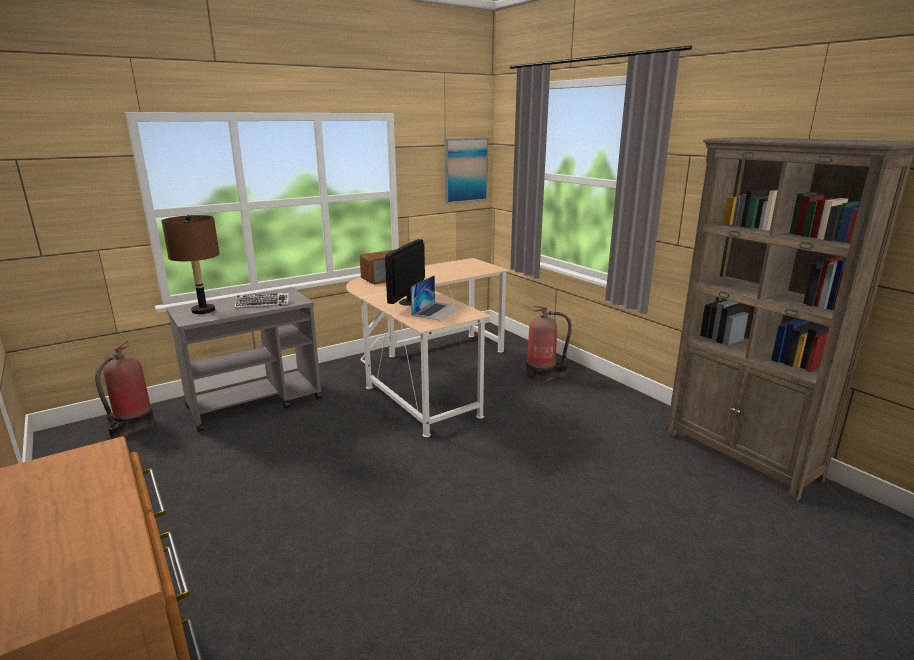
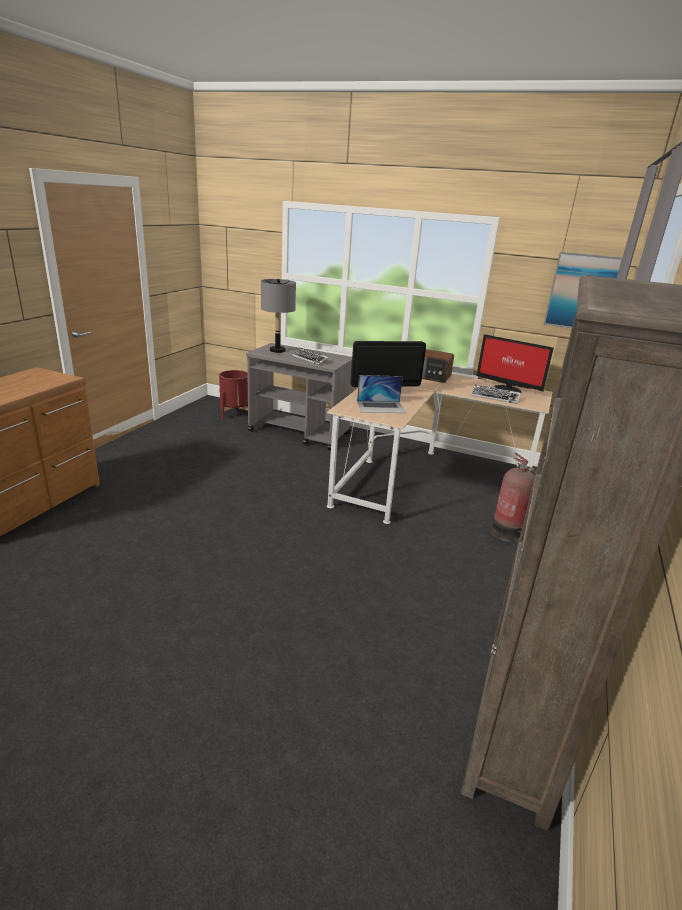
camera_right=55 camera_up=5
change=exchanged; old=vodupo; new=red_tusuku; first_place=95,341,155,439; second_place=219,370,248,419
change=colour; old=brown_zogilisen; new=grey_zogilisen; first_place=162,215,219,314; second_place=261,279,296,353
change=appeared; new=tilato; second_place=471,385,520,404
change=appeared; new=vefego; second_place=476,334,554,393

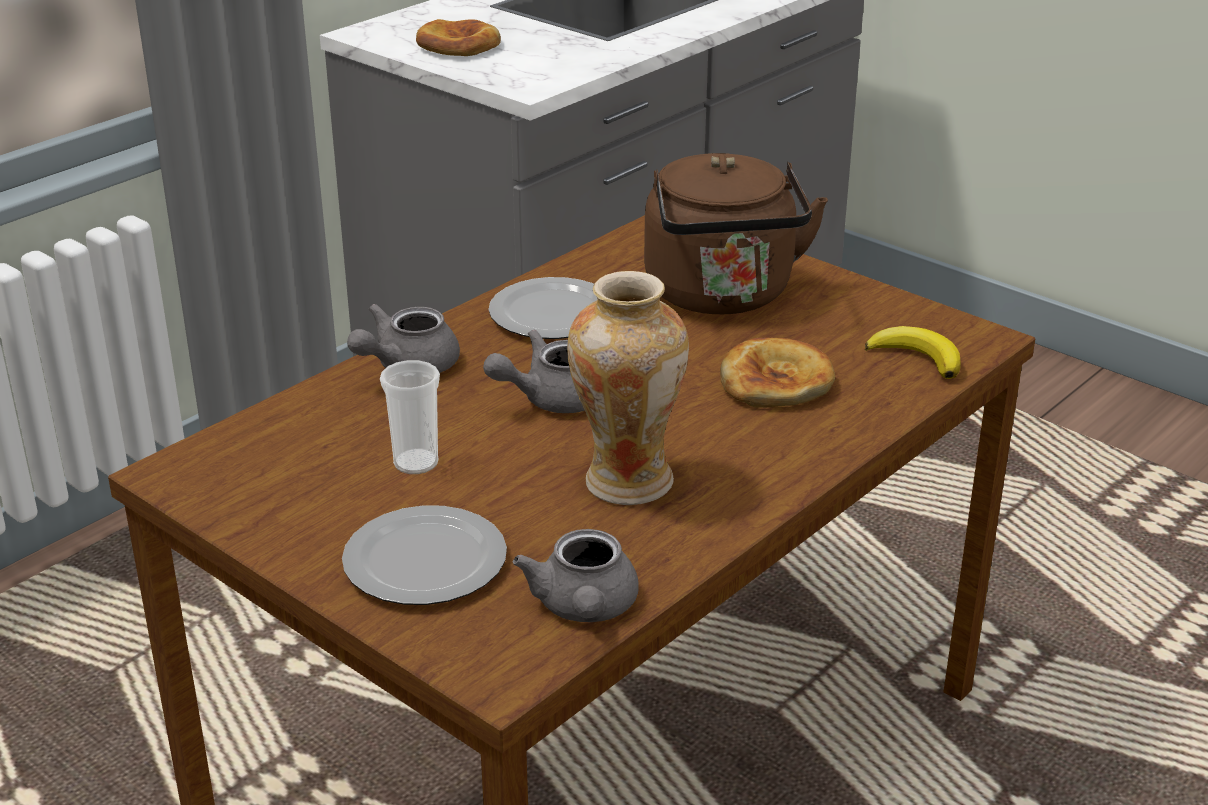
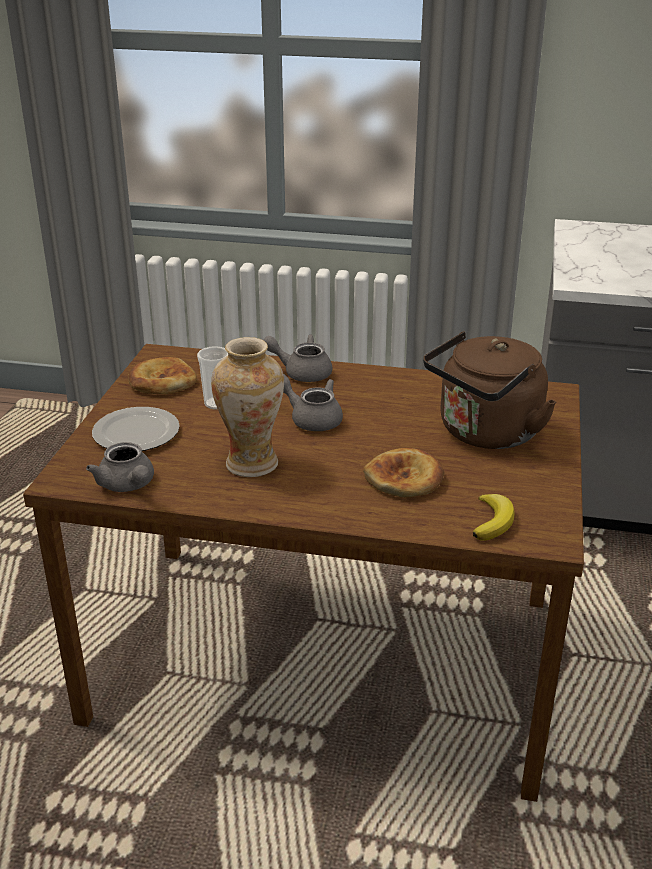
camera_right=60 camera_up=0
change=relocated; old=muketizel; first_place=416,19,501,56; second_place=128,357,197,394
change=missing; old=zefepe; first_place=488,277,597,339
change=spun; old=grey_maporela; first_place=513,529,639,622; second_place=86,442,154,492; degrees=-90

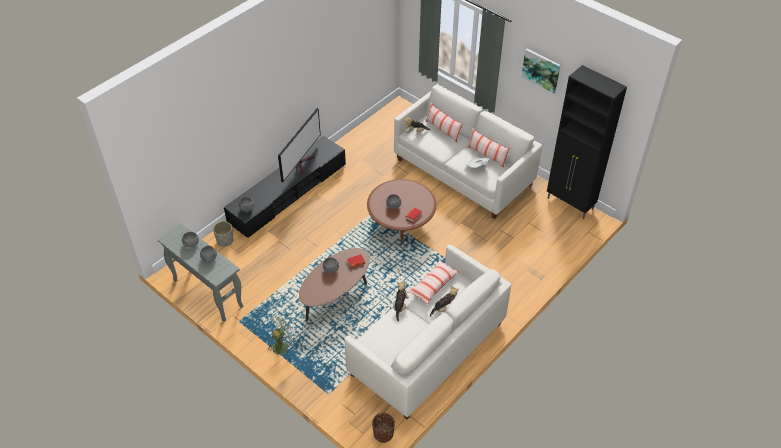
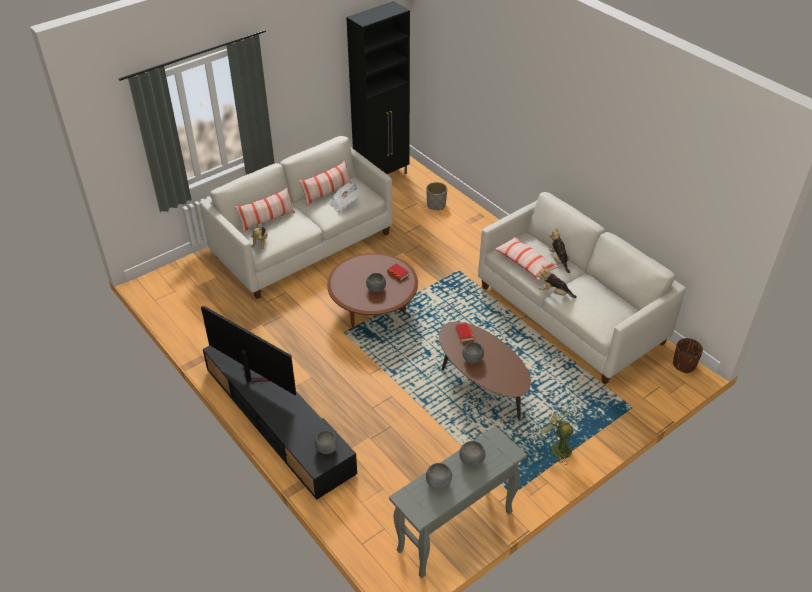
camera_right=-80 camera_up=-5
change=relocated; old=grey_tusuku; first_place=213,221,233,247; second_place=426,182,447,210
change=missing; old=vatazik; first_place=521,49,561,94

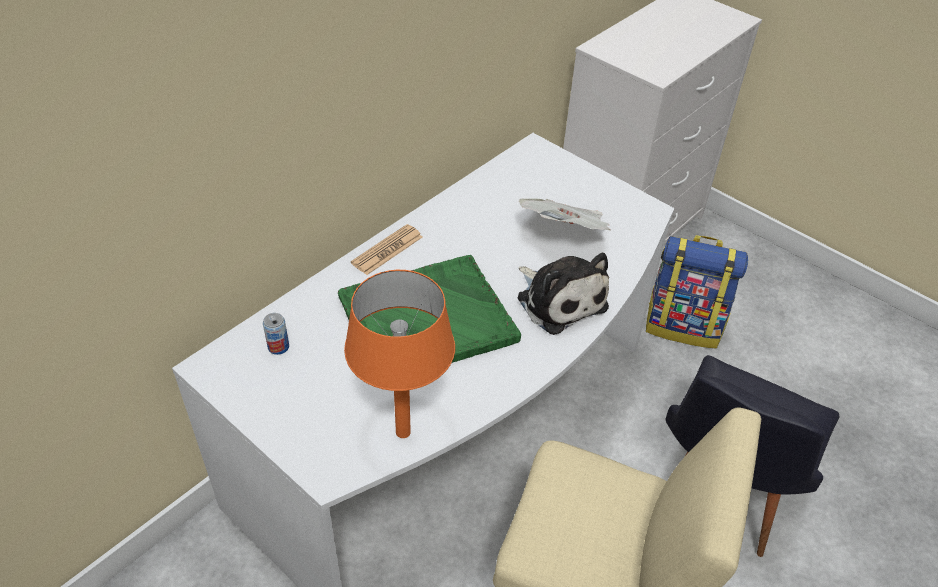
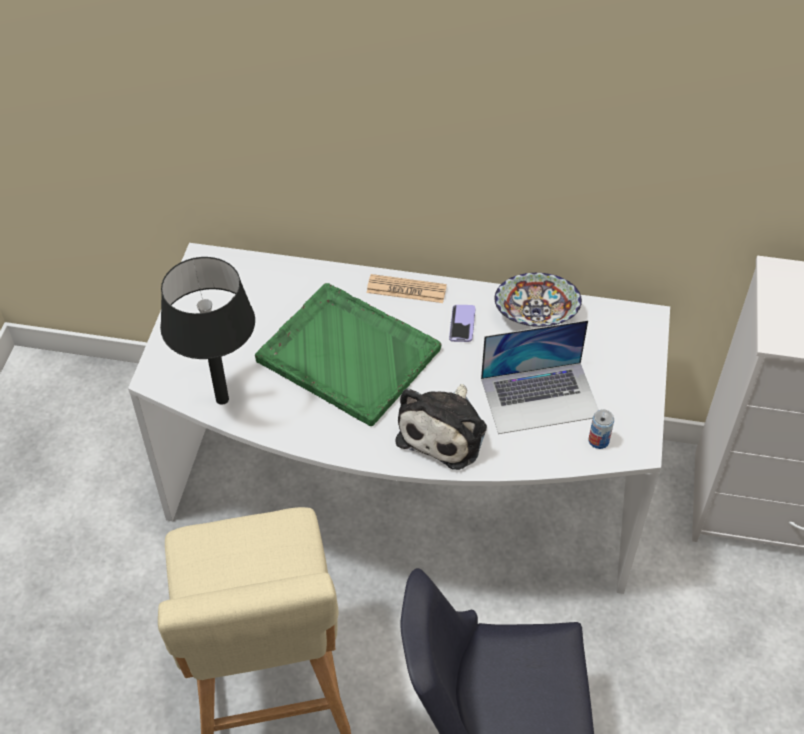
camera_right=60 camera_up=5
change=relocated; old=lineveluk; first_place=263,313,289,355; second_place=588,409,614,449
change=colour; old=orange_zogilisen; new=black_zogilisen; first_place=344,270,455,438; second_place=160,257,255,405
change=exchanged; old=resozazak; new=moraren; first_place=519,198,611,231; second_place=481,320,599,434
change=missing; old=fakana; first_place=646,235,748,348
change=appeared; new=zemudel; second_place=449,305,476,342
change=appeared; new=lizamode; second_place=494,273,582,327

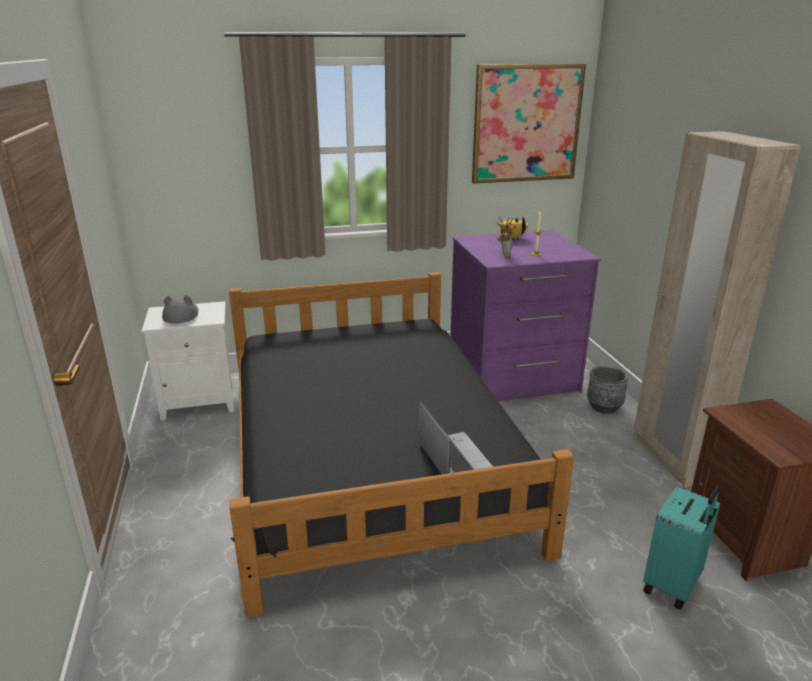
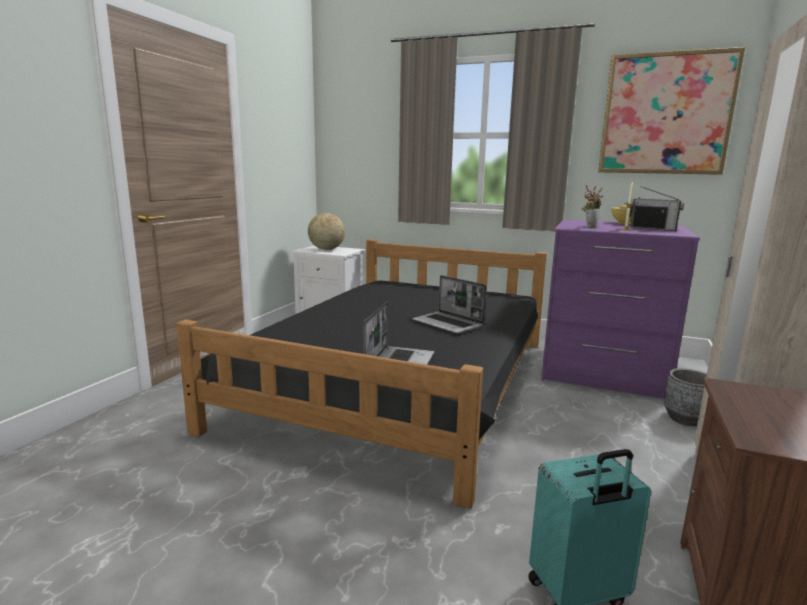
camera_right=35 camera_up=-10
change=exchanged; old=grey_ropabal; new=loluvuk; first_place=162,295,198,323; second_place=308,213,345,250
change=appeared; new=moraren; second_place=412,275,486,334
change=appeared; new=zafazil; second_place=630,186,684,231

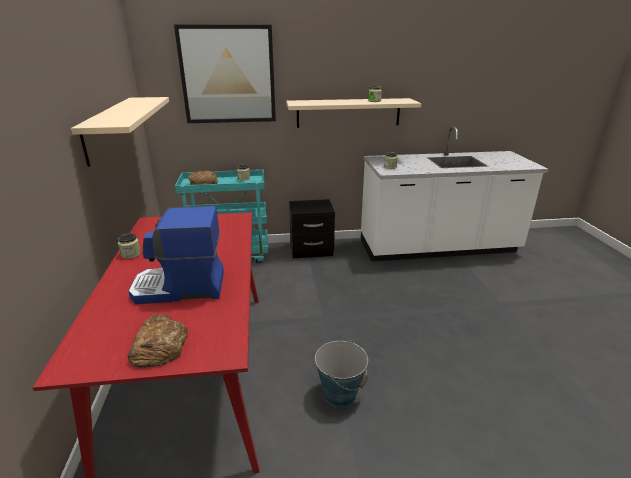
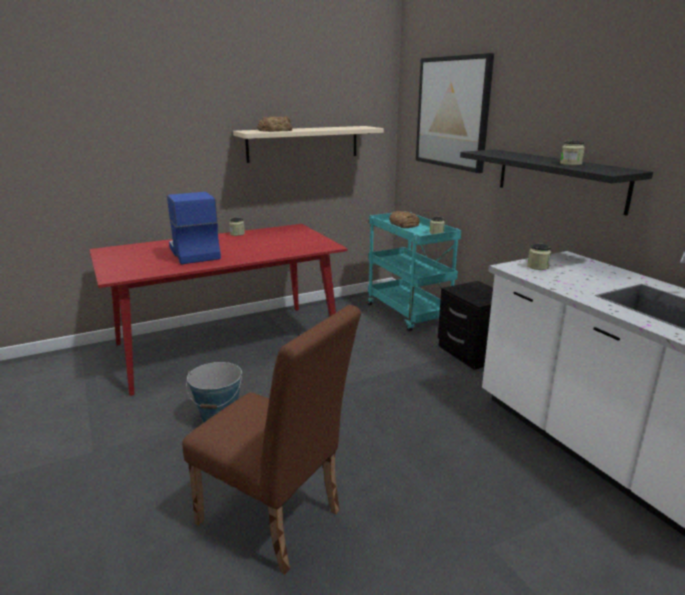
camera_right=70 camera_up=-5
change=relocated; old=muketizel; first_place=128,314,188,368; second_place=257,117,292,132
change=colour; old=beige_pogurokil; new=black_pogurokil; first_place=286,98,421,128; second_place=460,149,653,216
change=appeared; new=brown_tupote; second_place=182,305,361,574

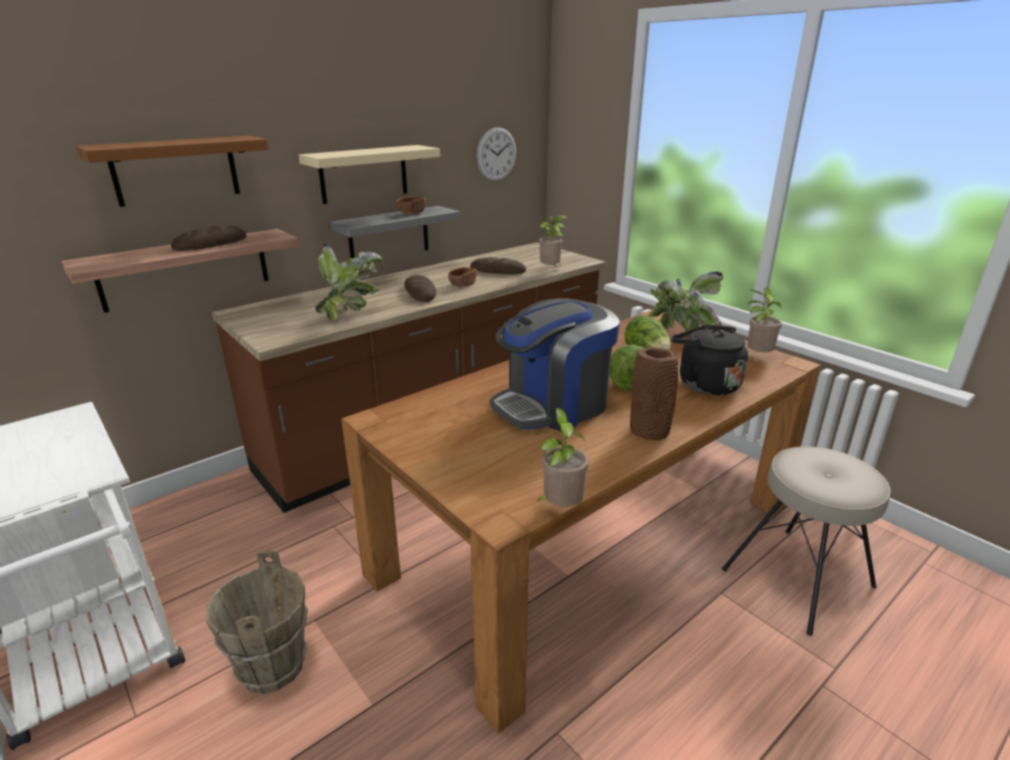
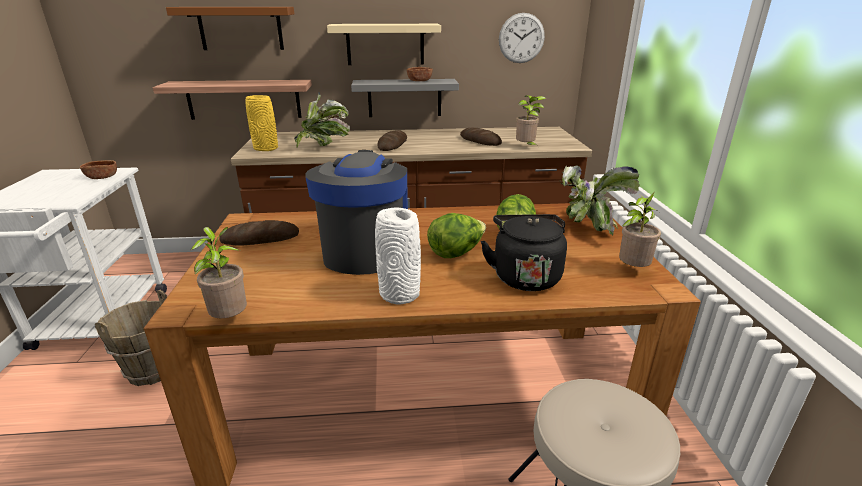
camera_right=35 camera_up=0
change=relocated; old=muketizel; first_place=171,226,247,251; second_place=219,220,299,246
change=relocated; old=brown_lizamode; first_place=448,267,477,287; second_place=80,160,117,179
change=spun; old=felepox; first_place=490,298,620,431; second_place=305,150,408,275; degrees=90
change=colour; old=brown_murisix; new=white_murisix; first_place=630,347,679,440; second_place=375,207,421,305
change=appeared; new=yellow_murisix; second_place=246,95,278,151

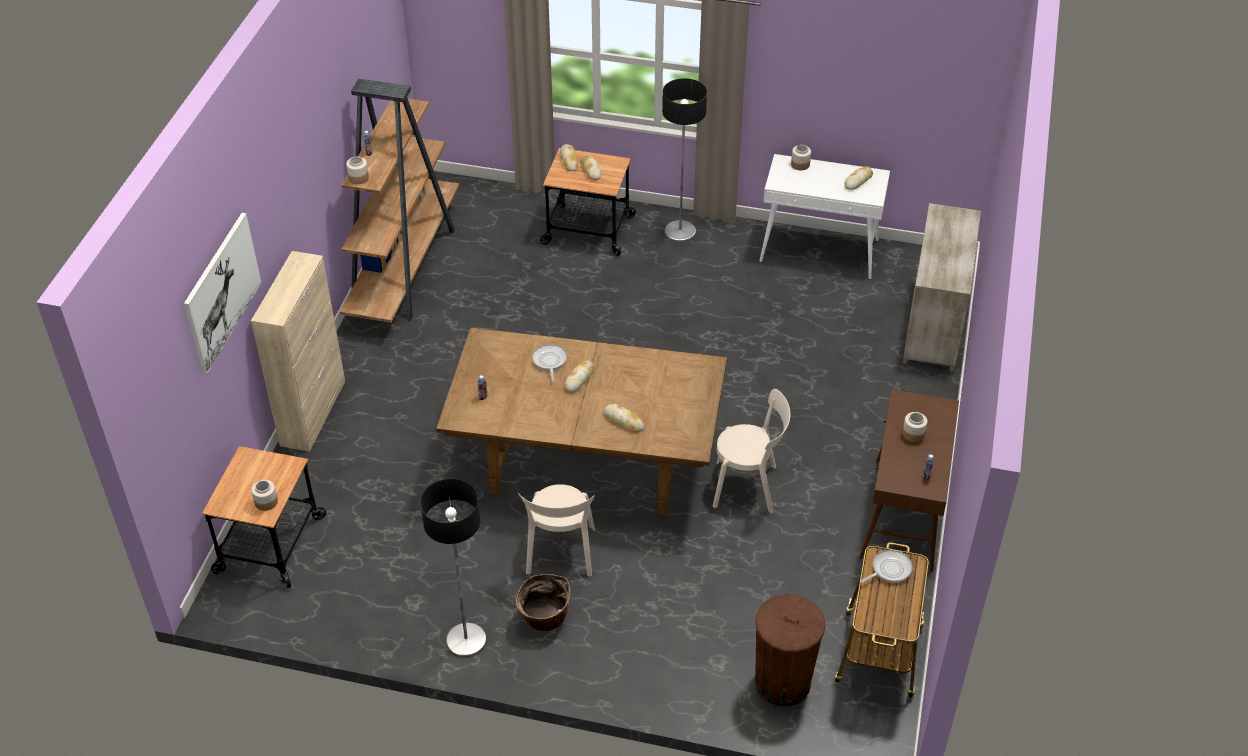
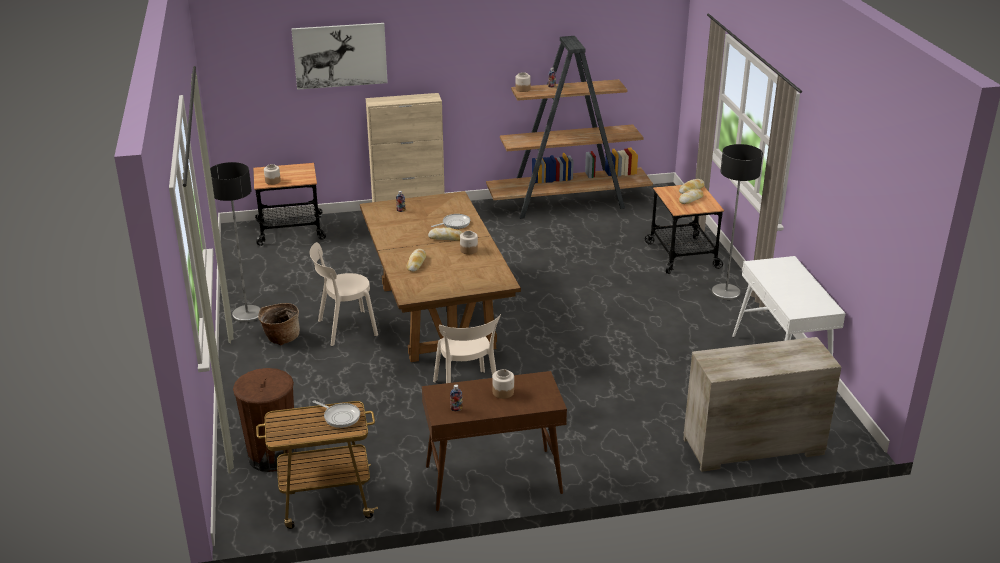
camera_right=65 camera_up=-15
change=relocated; old=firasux; first_place=791,145,811,170; second_place=460,231,478,254
change=missing; old=muketizel; first_place=845,166,873,190

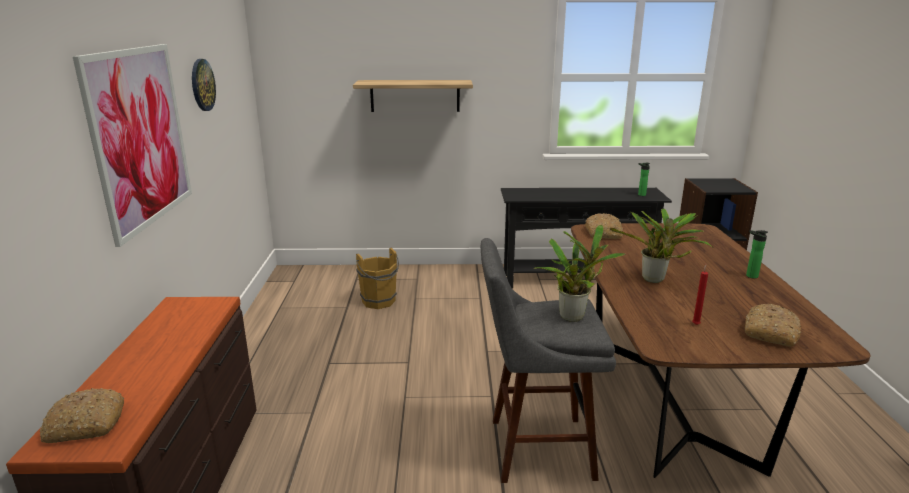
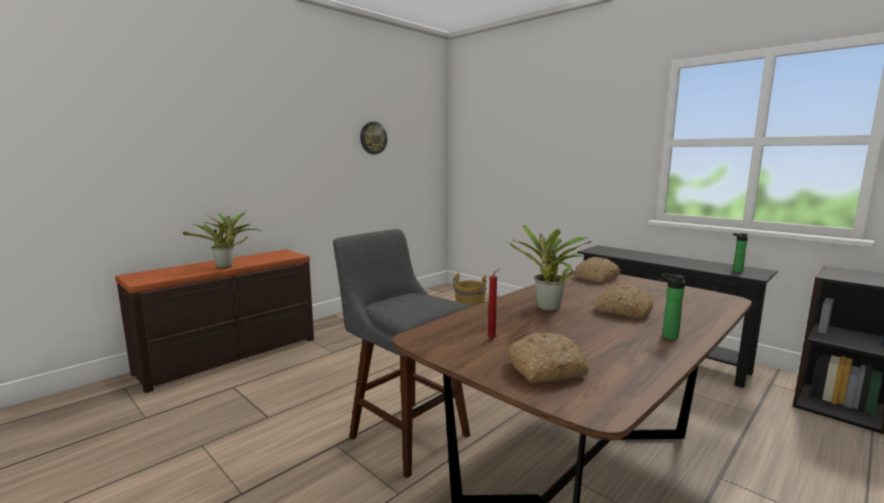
camera_right=45 camera_up=-10
change=relocated; old=muketizel; first_place=40,388,124,443; second_place=595,285,653,319
change=missing; old=vatazik; first_place=73,44,192,247
change=missing; old=pogurokil; first_place=353,80,473,112
change=relocated; old=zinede; first_place=534,225,625,322; second_place=183,212,261,268

